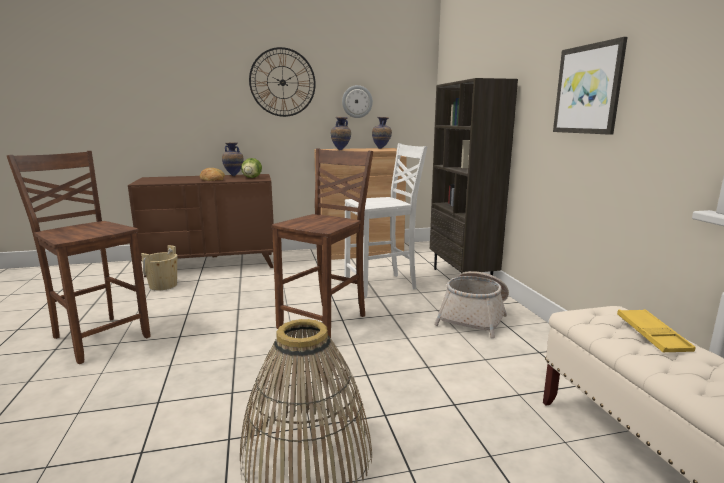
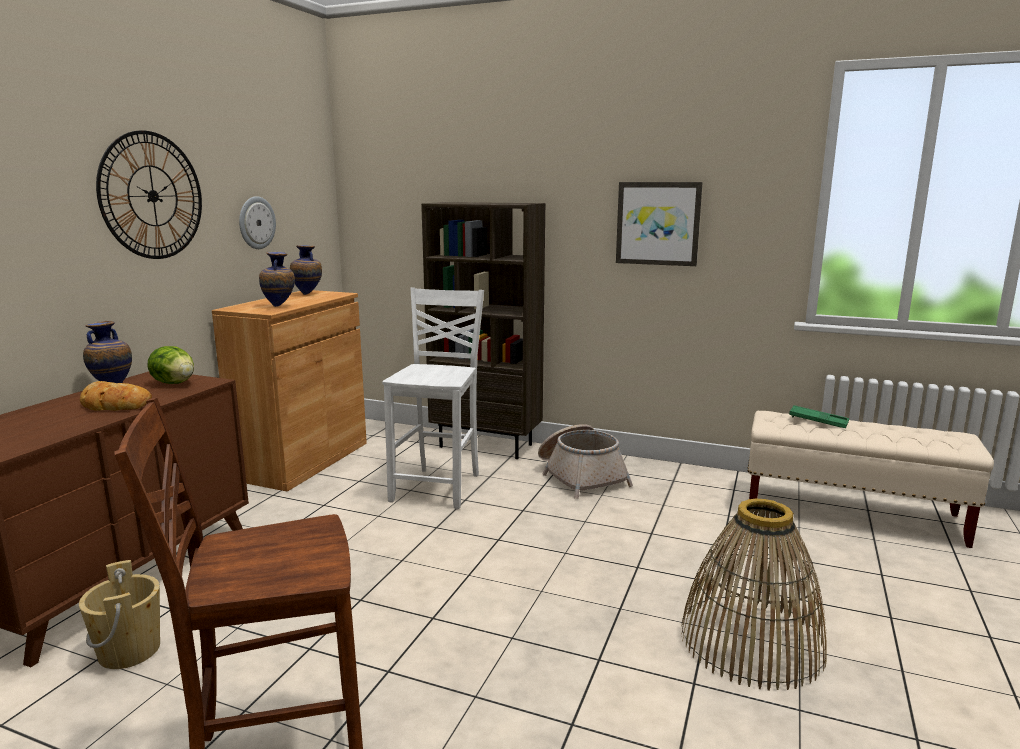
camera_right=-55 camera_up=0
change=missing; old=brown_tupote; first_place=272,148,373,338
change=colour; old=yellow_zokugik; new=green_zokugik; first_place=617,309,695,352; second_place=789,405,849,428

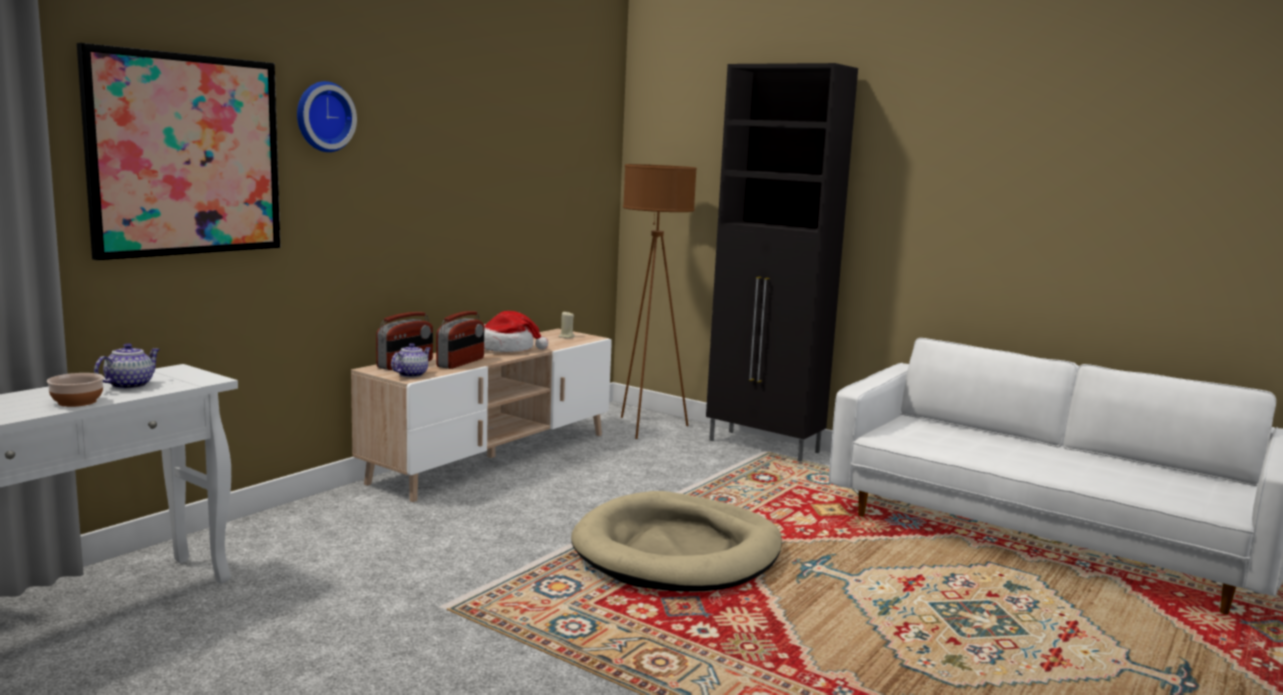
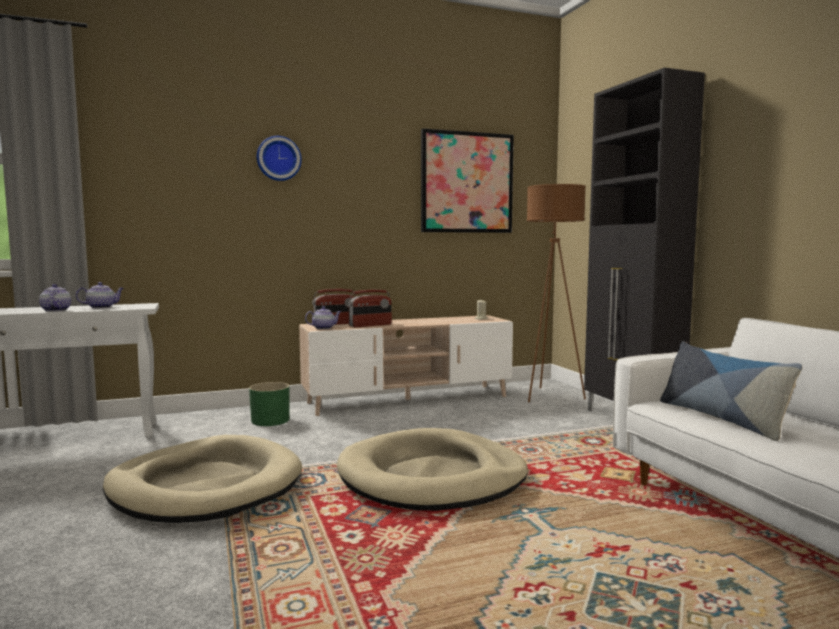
camera_right=35 camera_up=-5
change=exchanged; old=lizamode; new=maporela; first_place=46,373,104,407; second_place=39,284,71,312
change=relocated; old=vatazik; first_place=77,43,281,260; second_place=421,128,514,233
change=missing; old=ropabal; first_place=484,311,548,352
change=appeared; new=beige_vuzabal; second_place=103,435,302,523
change=appeared; new=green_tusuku; second_place=249,382,290,426
change=appeared; new=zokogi; second_place=660,341,803,441

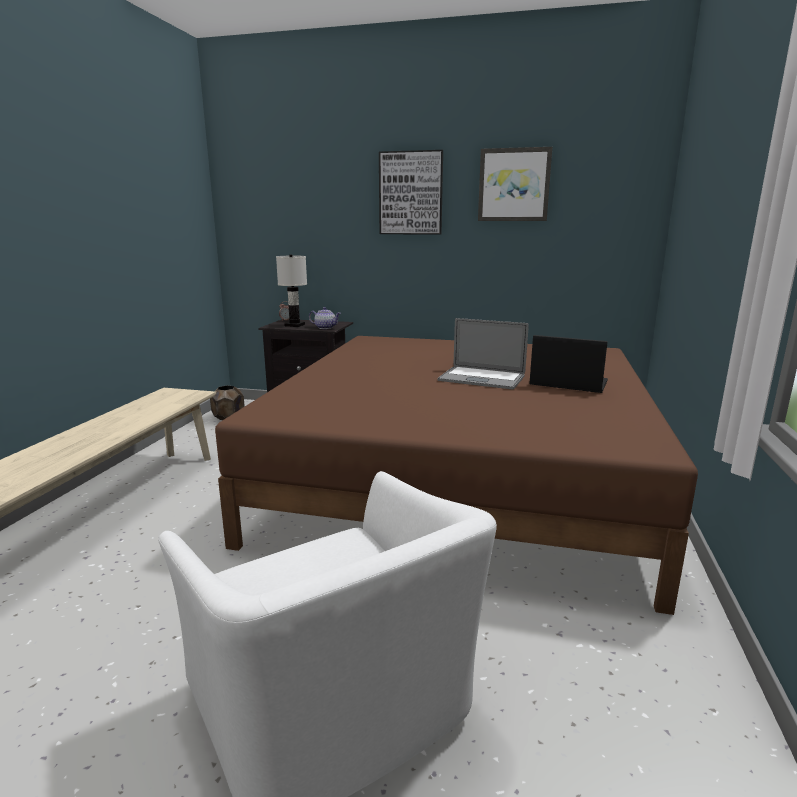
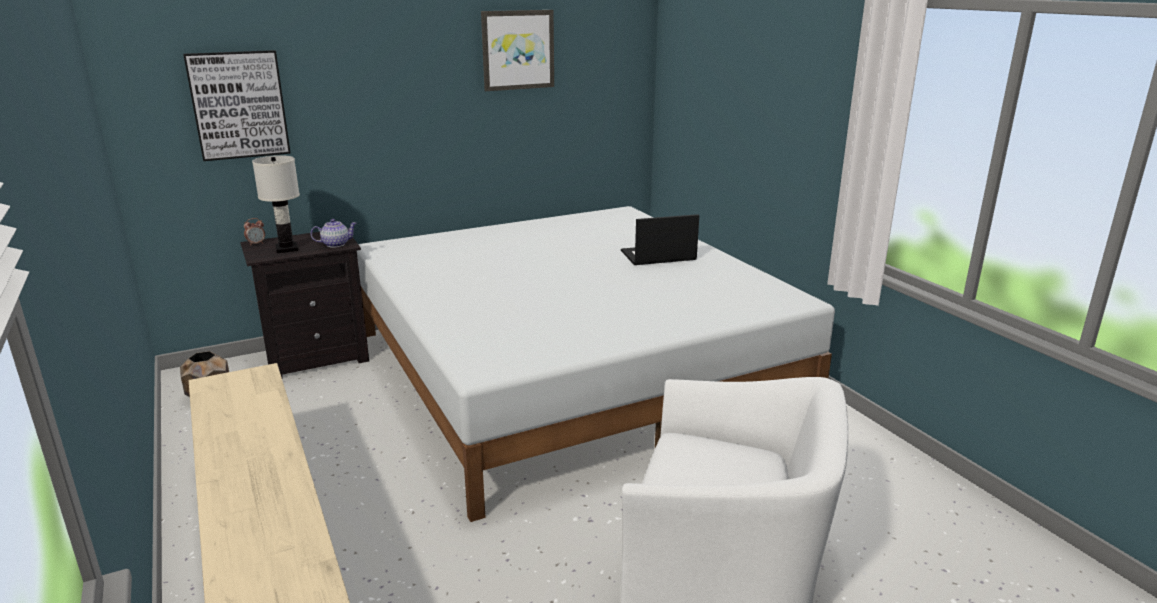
camera_right=-40 camera_up=5
change=colour; old=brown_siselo; new=white_siselo; first_place=215,336,698,615; second_place=357,206,835,522
change=relocated; old=vatazik; first_place=379,150,443,235; second_place=183,50,291,161
change=missing; old=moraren; first_place=437,318,529,390

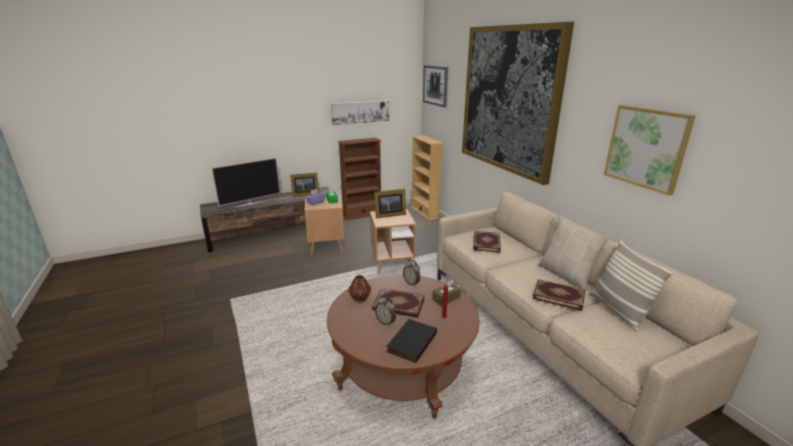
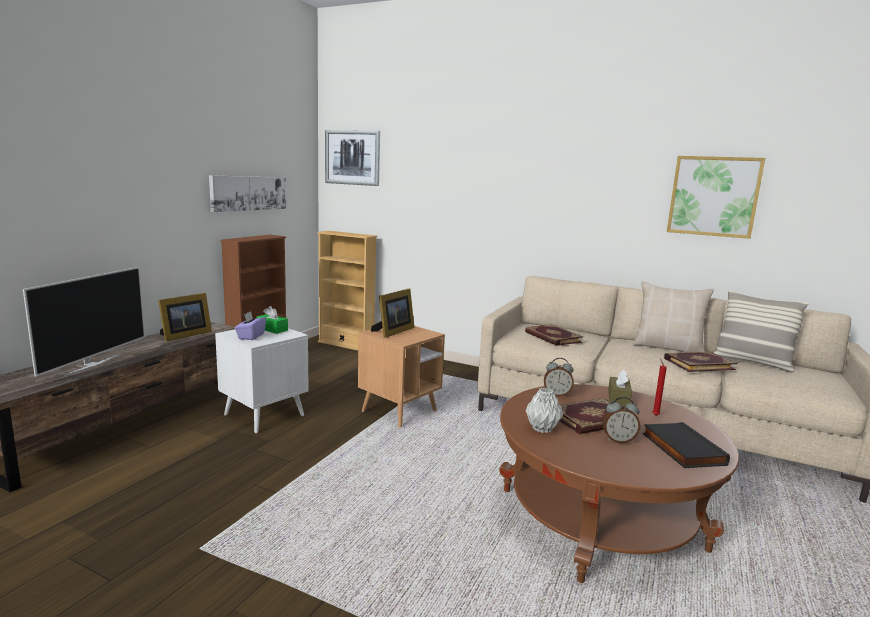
camera_right=-40 camera_up=-10
change=colour; old=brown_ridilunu; new=white_ridilunu; first_place=305,195,344,255; second_place=215,328,308,433
change=colour; old=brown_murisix; new=grey_murisix; first_place=348,275,371,303; second_place=525,387,563,433
change=missing; old=vatazik; first_place=462,22,574,185

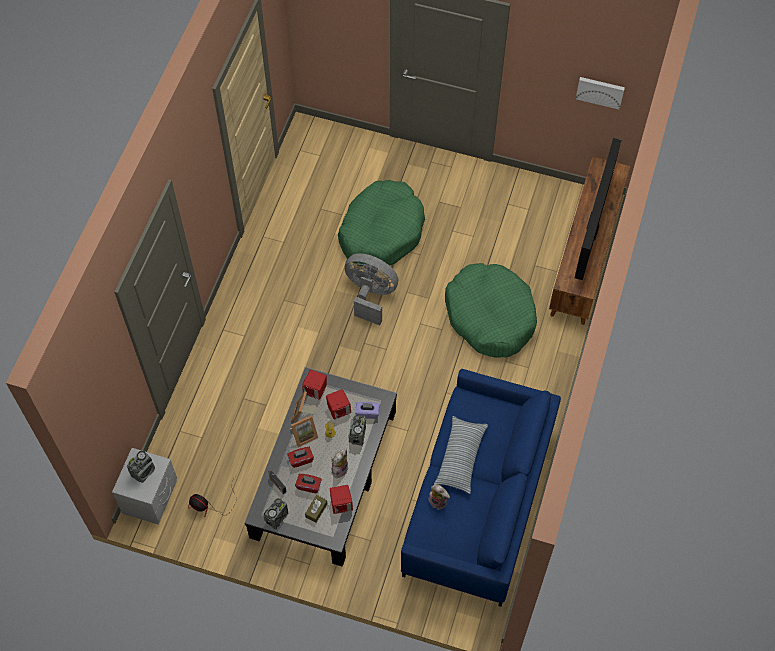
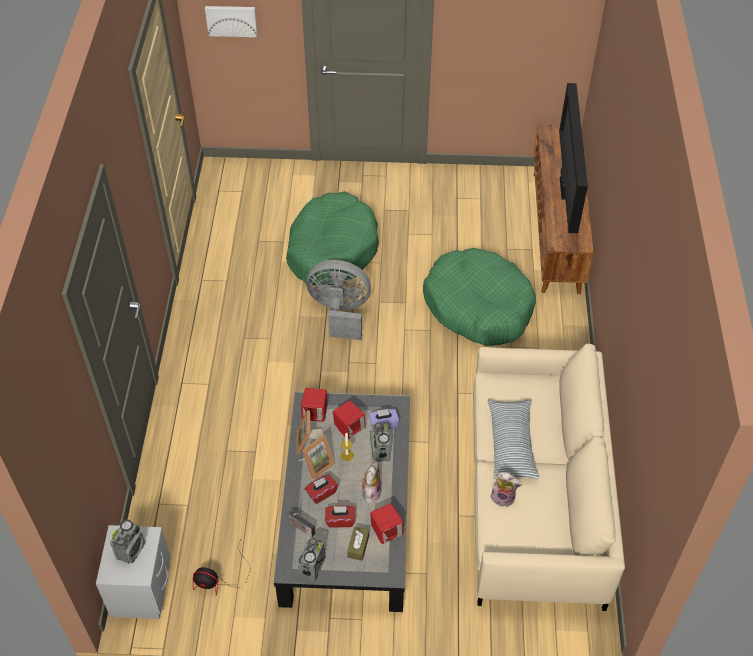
camera_right=-15 camera_up=-10
change=colour; old=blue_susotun; new=beige_susotun; first_place=401,369,561,607; second_place=473,344,625,611
change=relocated; old=vatazik; first_place=576,77,625,109; second_place=205,6,258,37

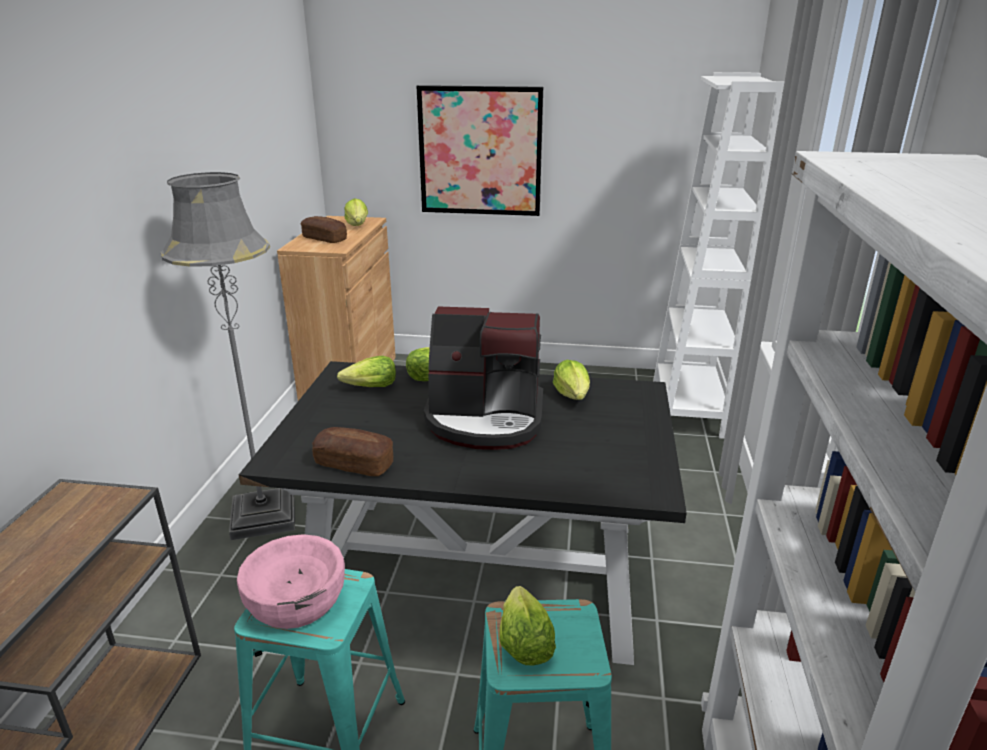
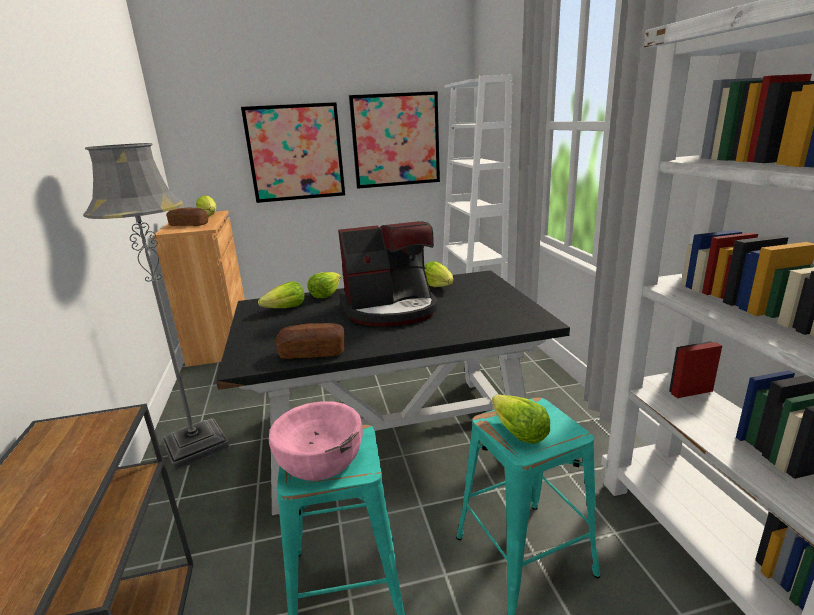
camera_right=-20 camera_up=-5
change=appeared; new=vatazik; second_place=349,91,440,189

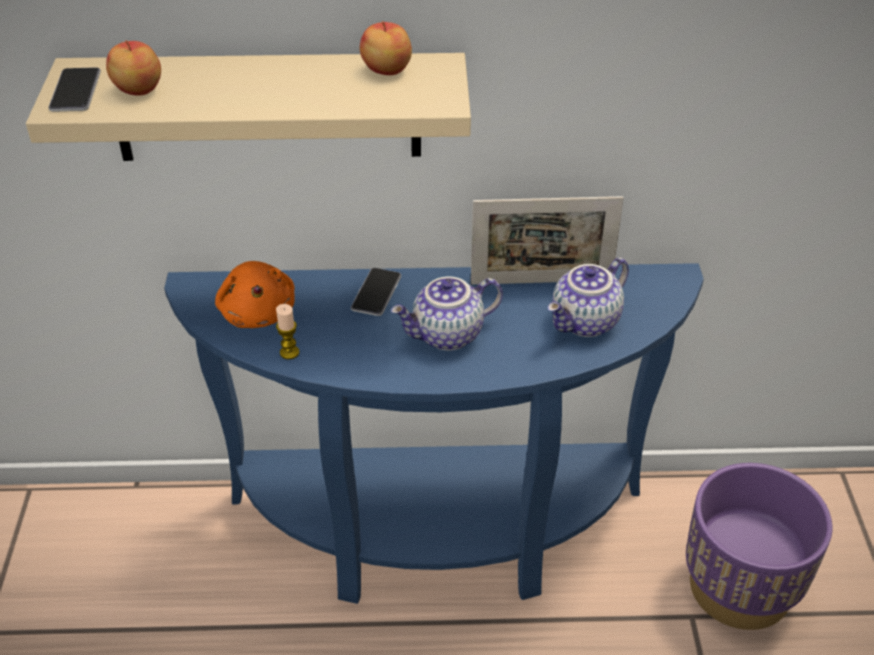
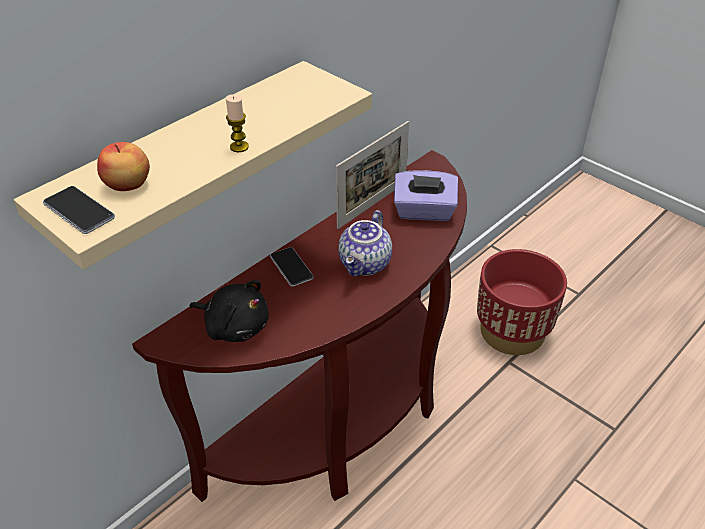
camera_right=-45 camera_up=0
change=colour; old=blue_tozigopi; new=brown_tozigopi; first_place=164,263,704,604; second_place=132,150,467,502
change=colour; old=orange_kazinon; new=black_kazinon; first_place=215,261,295,328; second_place=189,280,268,342
change=relocated; old=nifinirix; first_place=276,304,299,360; second_place=226,94,249,152
change=missing; old=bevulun; first_place=360,21,412,75
change=exchanged; old=maporela; new=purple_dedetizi; first_place=548,257,629,337; second_place=394,170,458,221
change=colour; old=purple_tusuku; new=red_tusuku; first_place=686,463,832,630; second_place=477,249,567,355

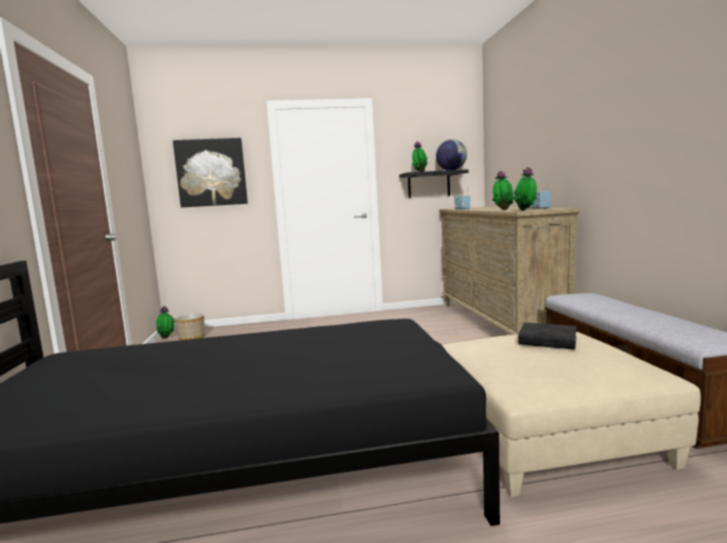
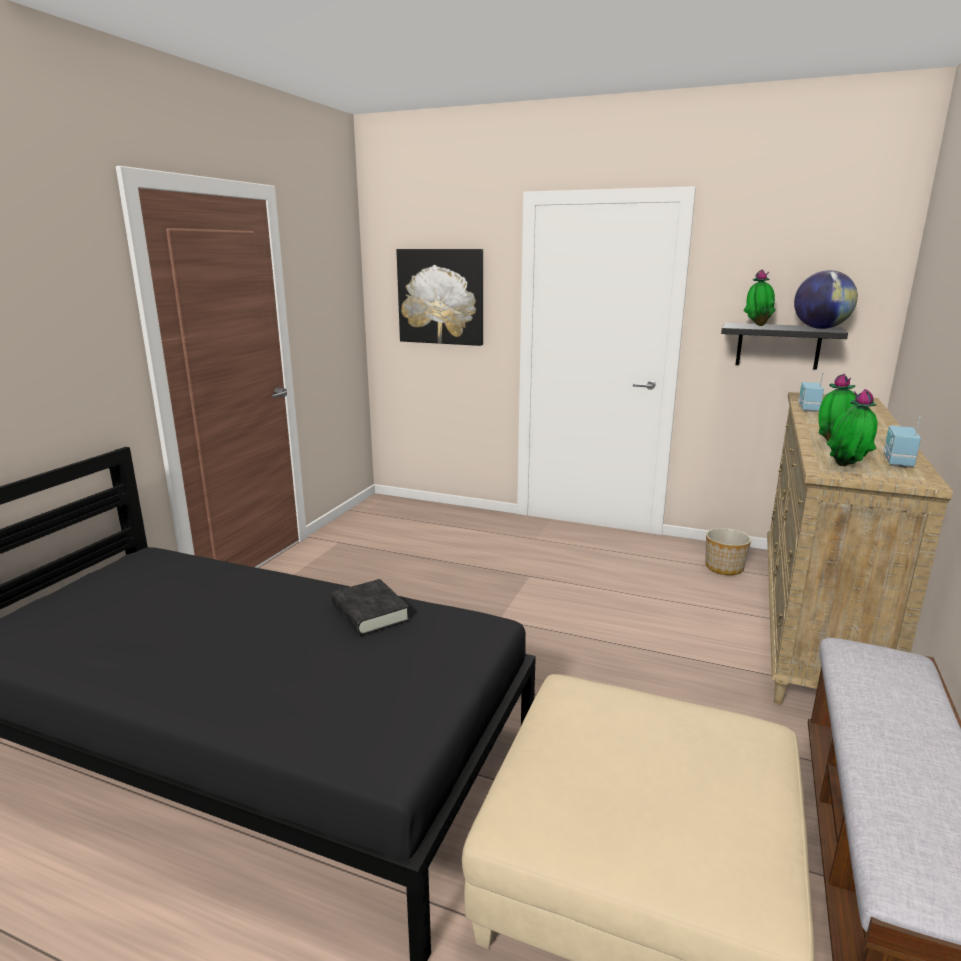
camera_right=30 camera_up=10
change=missing; old=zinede; first_place=156,306,174,339
change=relocated; old=tusuku; first_place=175,313,204,340; second_place=705,528,751,575
change=relocated; old=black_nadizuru; first_place=518,322,577,350; second_place=332,579,410,636

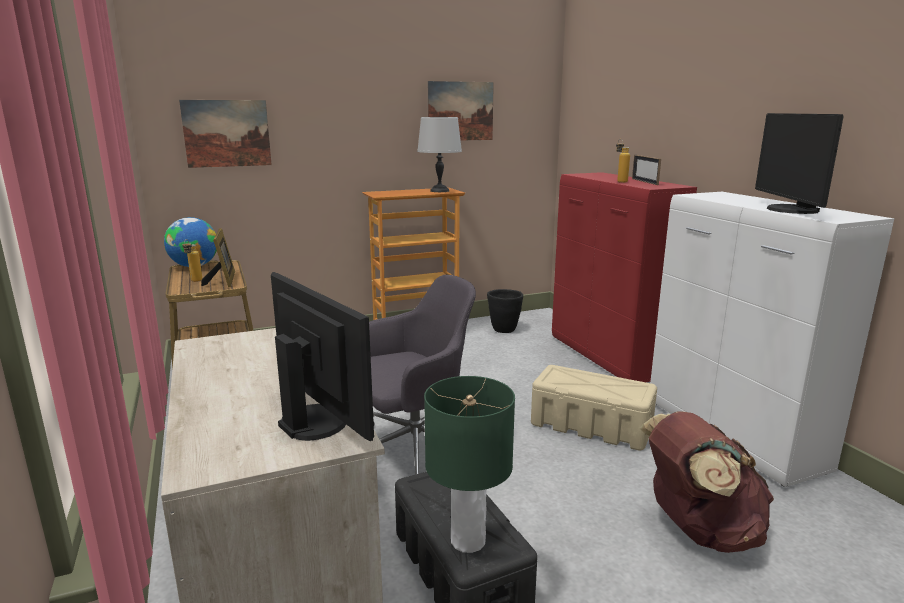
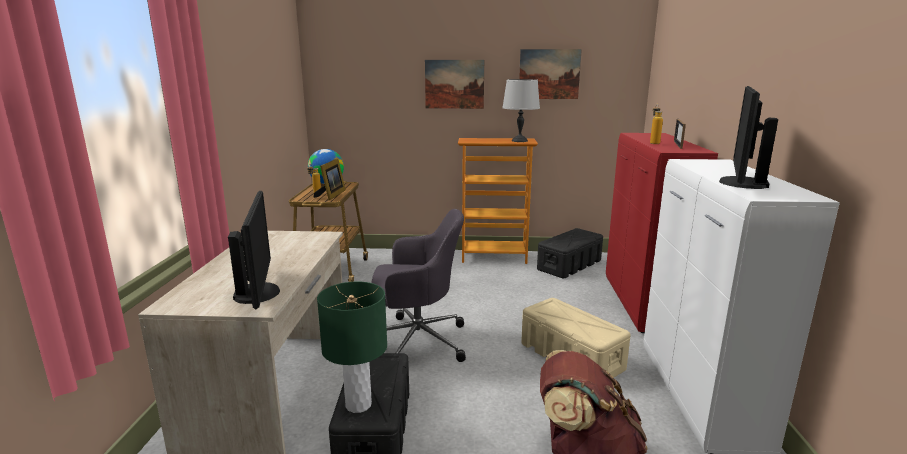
camera_right=25 camera_up=0
change=relocated; old=vatazik; first_place=179,100,272,168; second_place=425,60,485,109
change=exchanged; old=black_tusuku; new=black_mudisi; first_place=487,289,523,333; second_place=537,228,603,278

